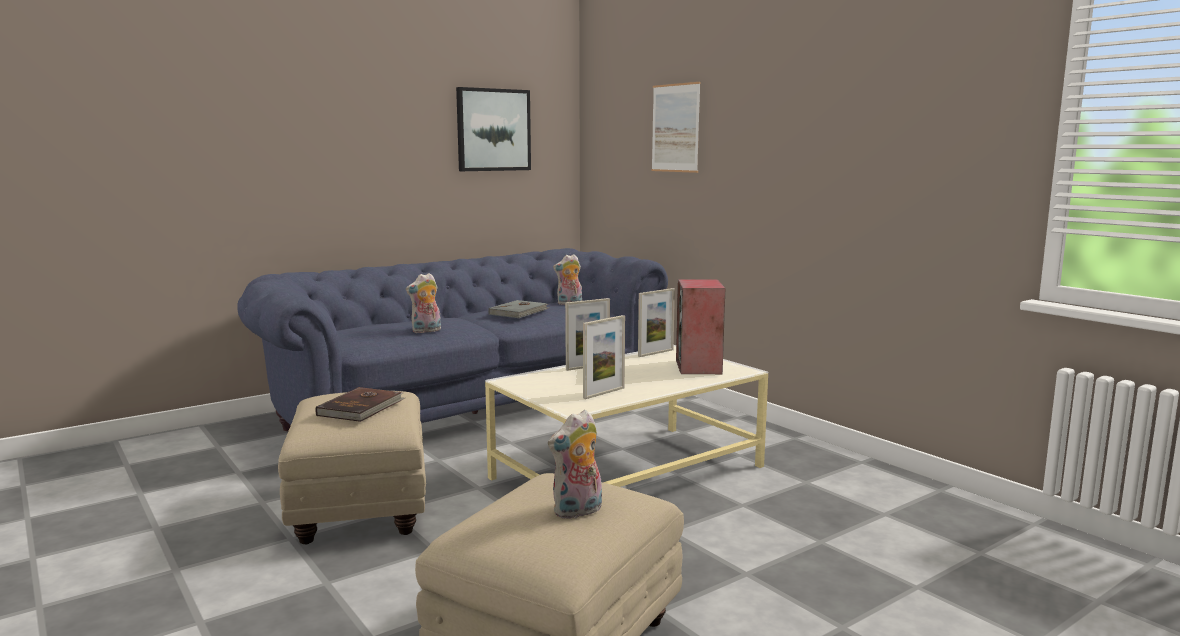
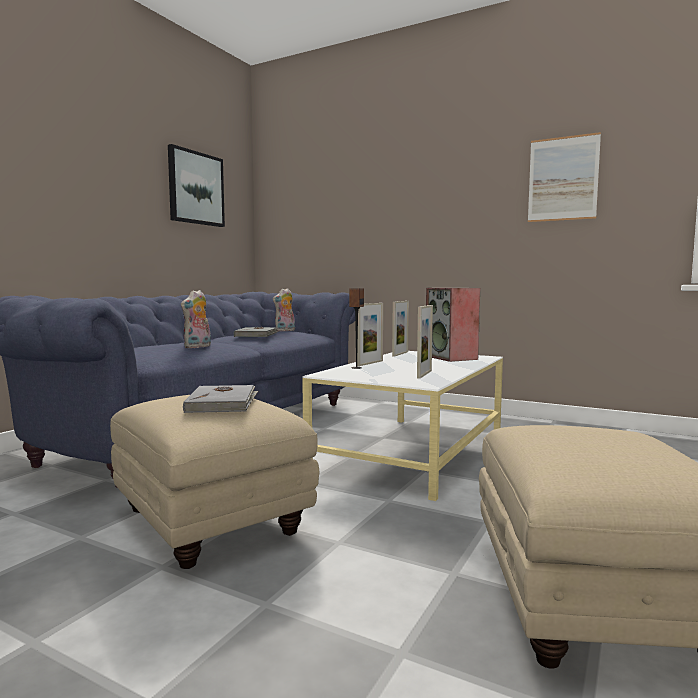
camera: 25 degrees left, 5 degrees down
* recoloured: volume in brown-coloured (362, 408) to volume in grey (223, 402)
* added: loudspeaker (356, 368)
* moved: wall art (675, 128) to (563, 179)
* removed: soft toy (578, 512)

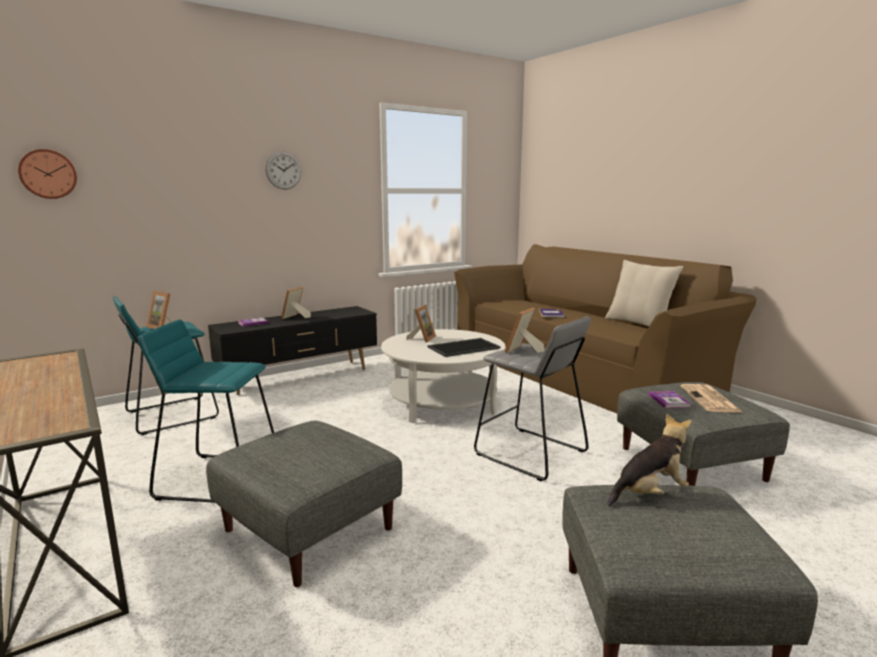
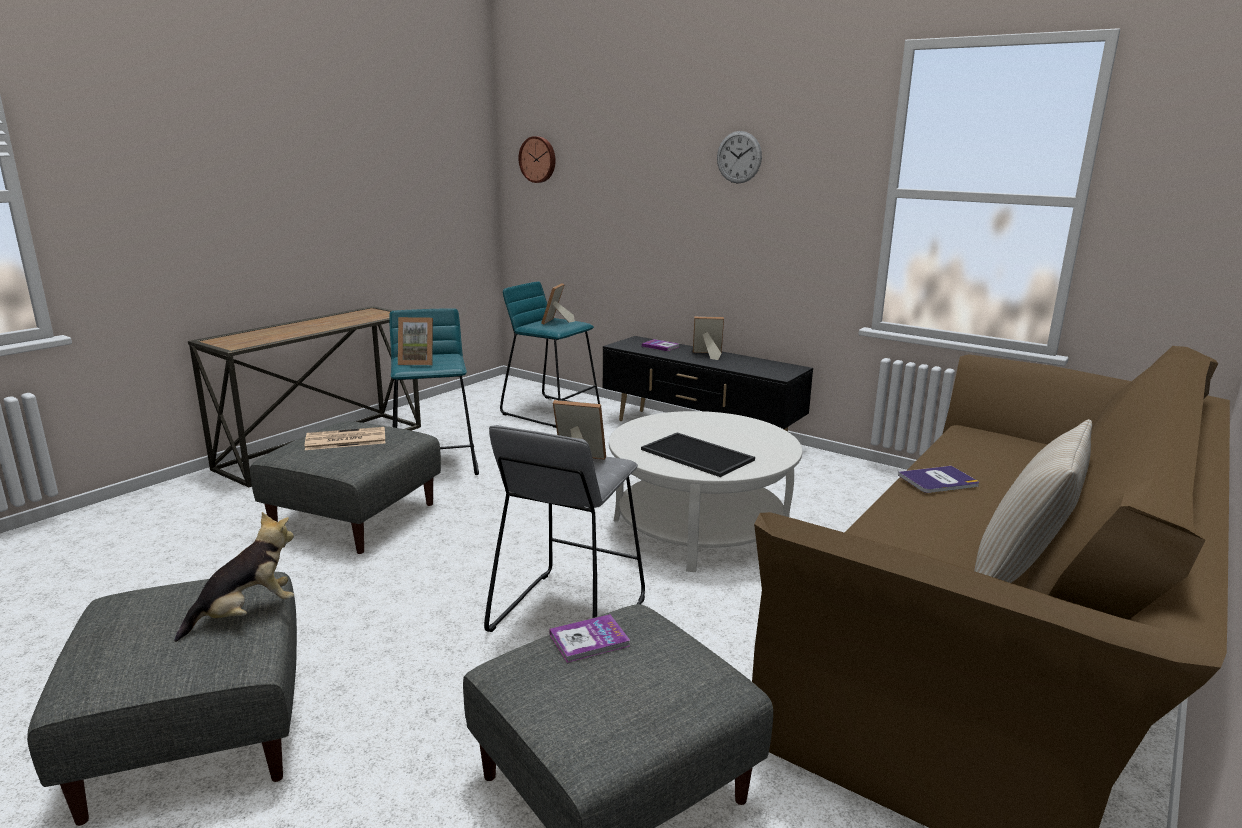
camera: 70 degrees right, 5 degrees up
* turned: soft toy (649, 493) = (246, 614) 90 degrees counterclockwise
* moved: daily paper (710, 399) to (344, 440)
* moved: photo frame (422, 338) to (417, 362)

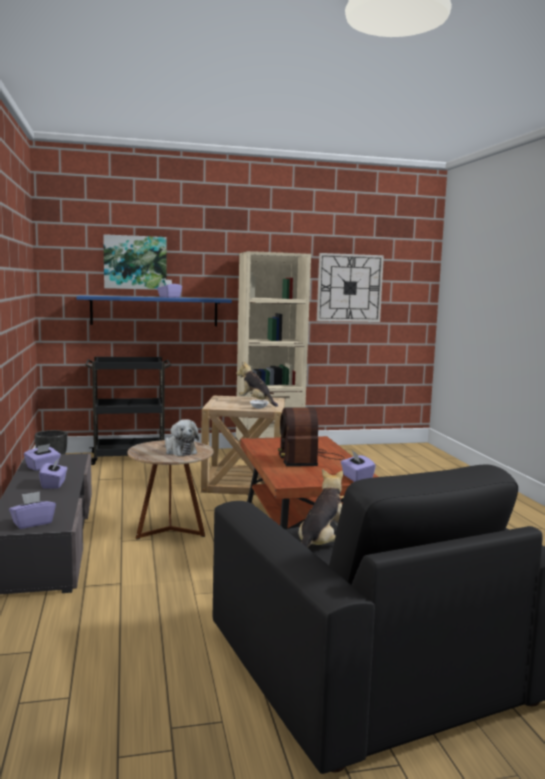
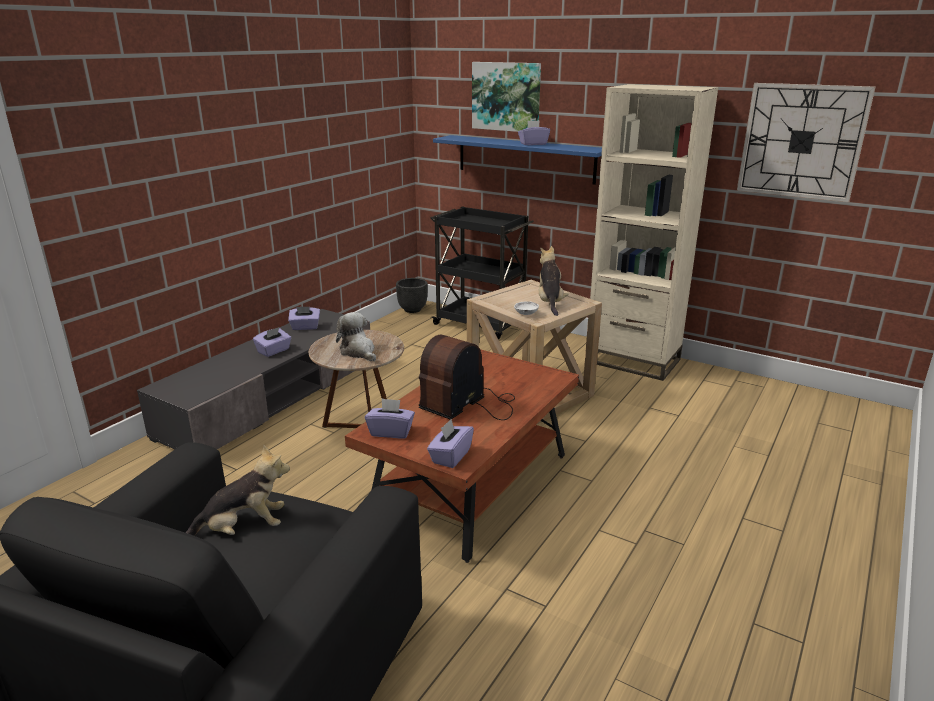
camera: 45 degrees right, 15 degrees up
* turned: soft toy (179, 451) = (358, 352) 135 degrees clockwise
* moved: tissue box in purple (32, 523) to (391, 432)

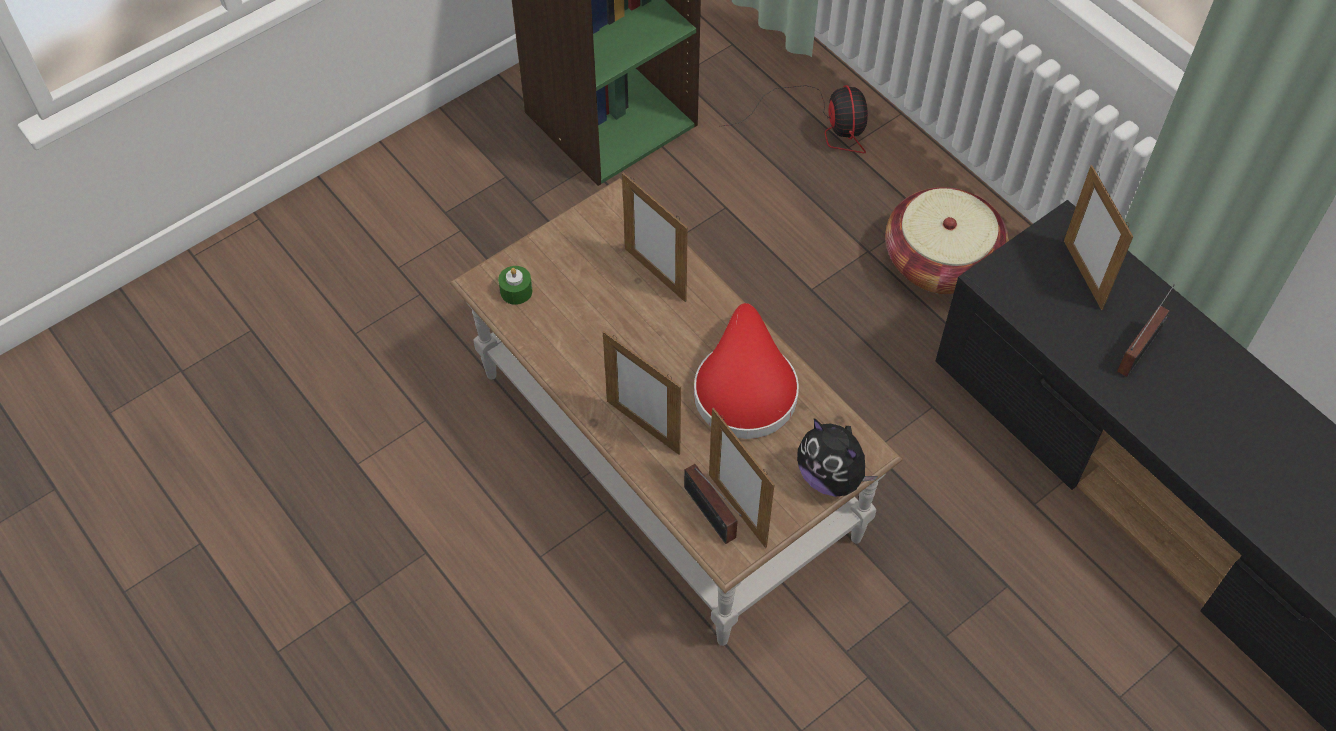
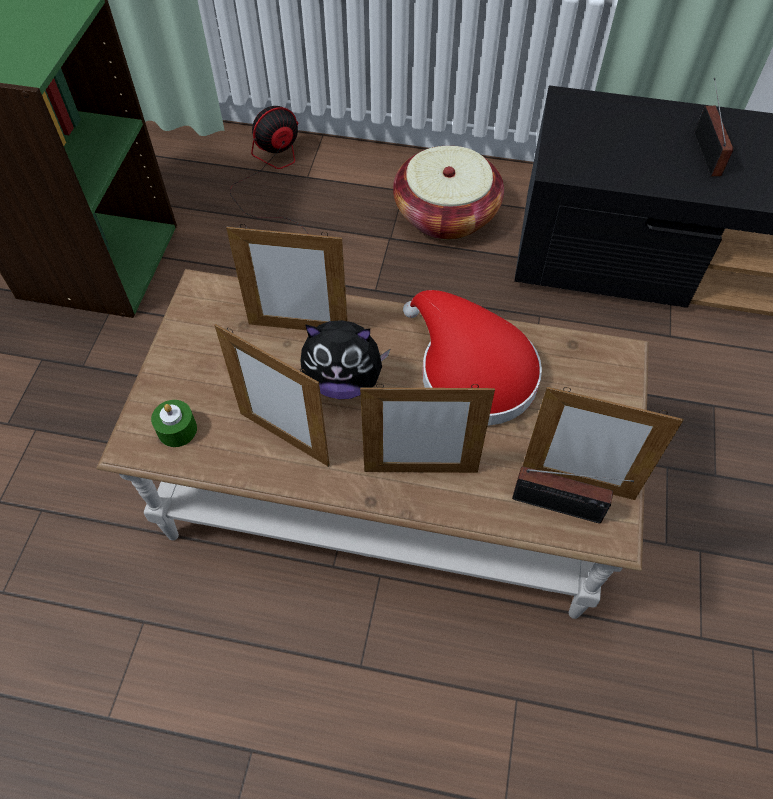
camera: 40 degrees left, 0 degrees up
* moved: photo frame (1083, 274) to (284, 439)
* turned: fan (820, 125) = (272, 173) 75 degrees counterclockwise
* moved: soft toy (831, 476) to (343, 381)

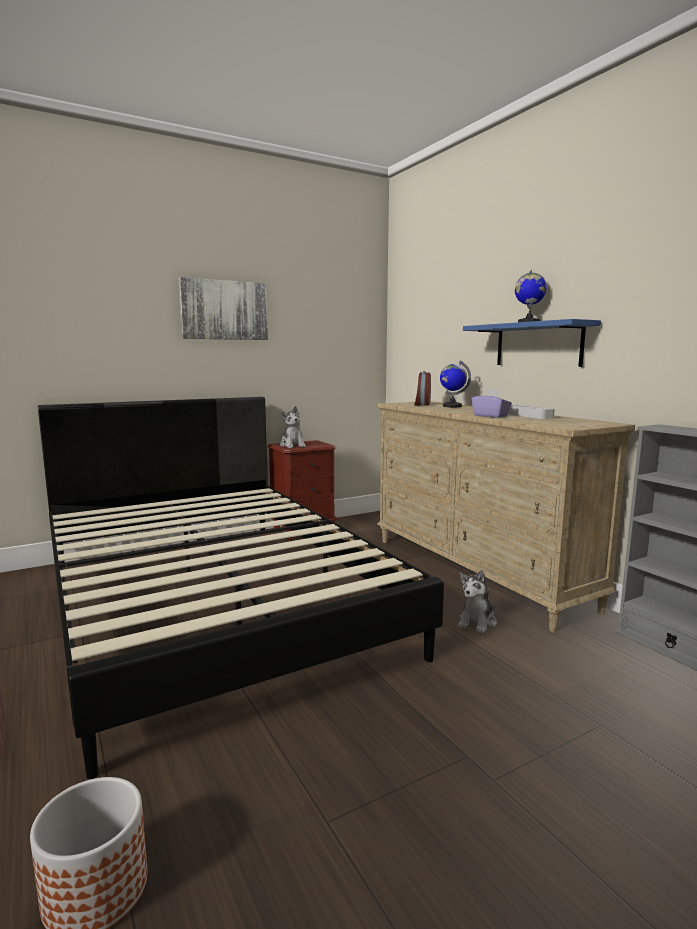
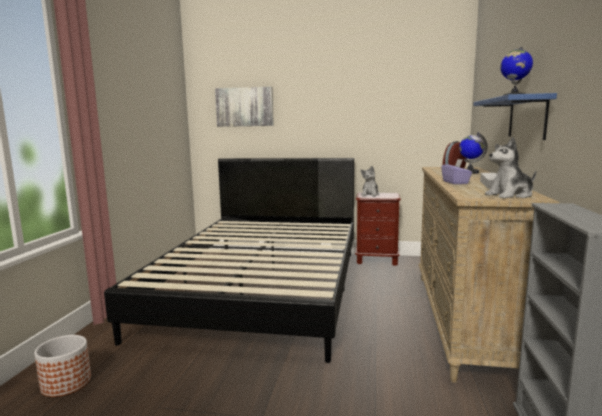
camera: 40 degrees right, 0 degrees up
* moved: wall art (224, 310) to (244, 107)
* moved: soft toy (477, 622) to (510, 195)

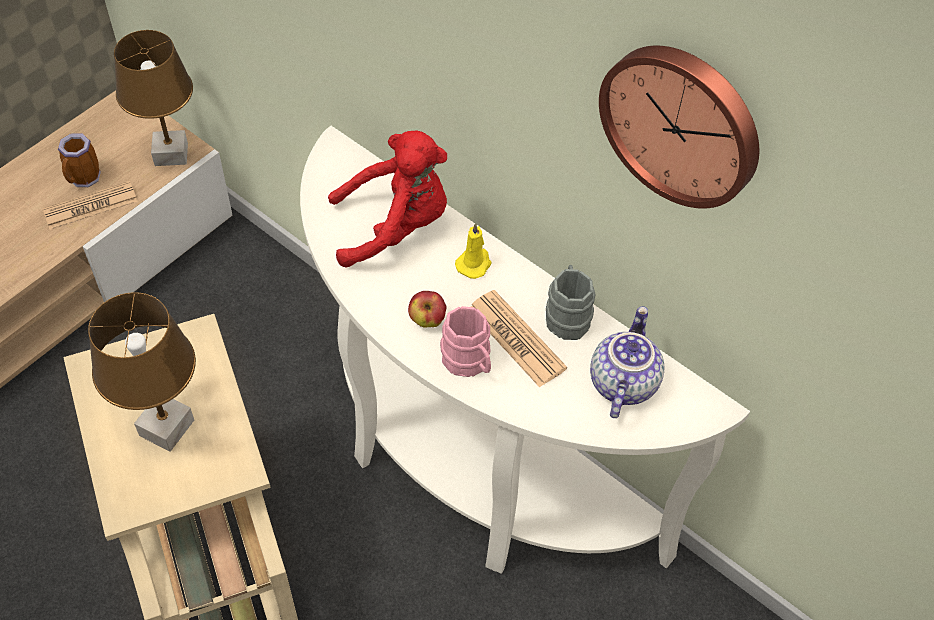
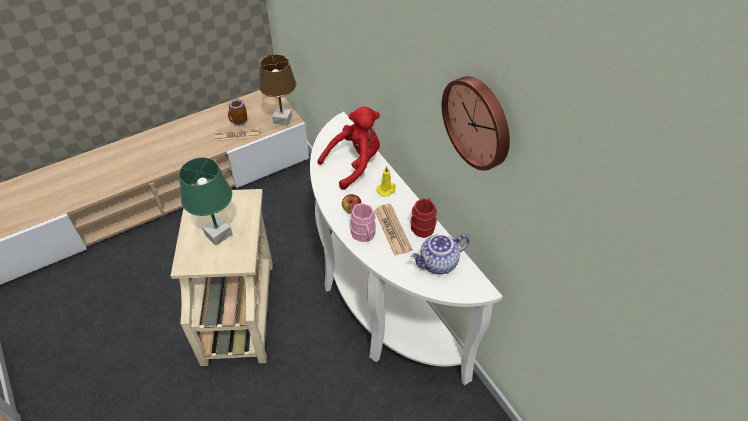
camera: 20 degrees right, 5 degrees down
* recoloured: tabletop lamp in brown-coloured (166, 427) to tabletop lamp in green (218, 234)
* turned: soft toy in red (395, 227) = (355, 164) 45 degrees counterclockwise
* turned: pot for tea (621, 382) = (438, 264) 150 degrees counterclockwise
* recoloured: tea mug in grey (567, 315) to tea mug in red (423, 225)

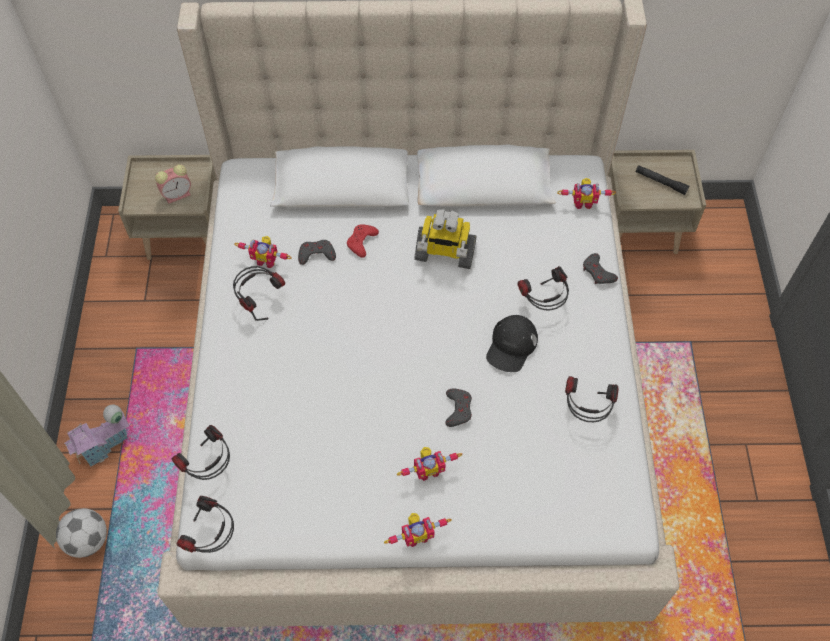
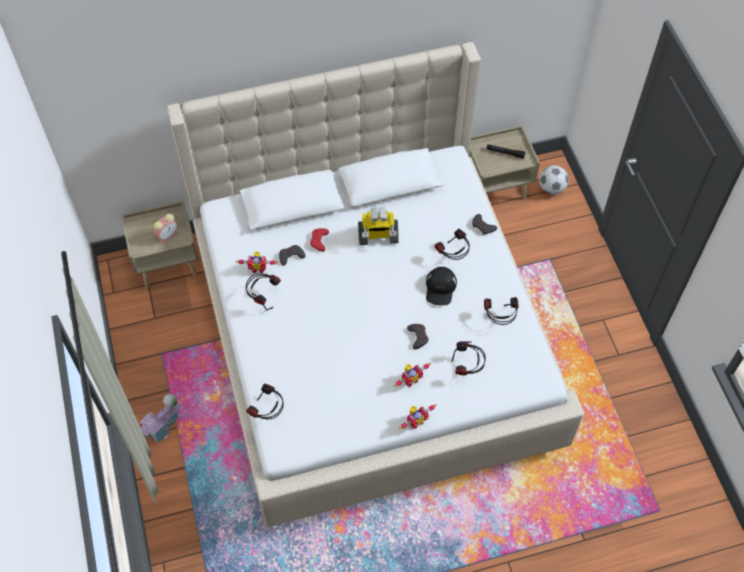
camera: 15 degrees left, 0 degrees up
* moved: headset (212, 537) to (467, 367)
* moved: football ball (88, 540) to (551, 188)
* removed: toy robot (583, 202)

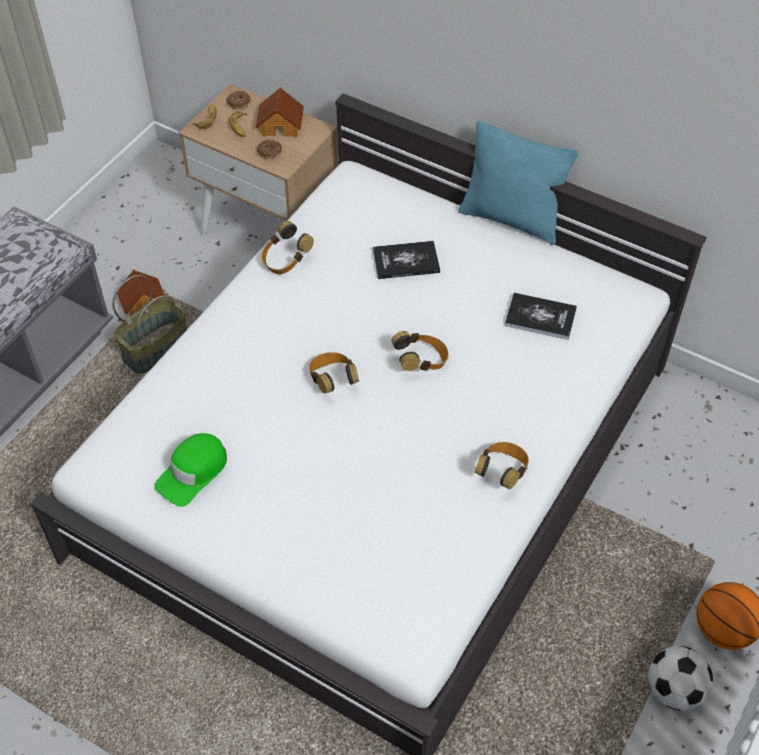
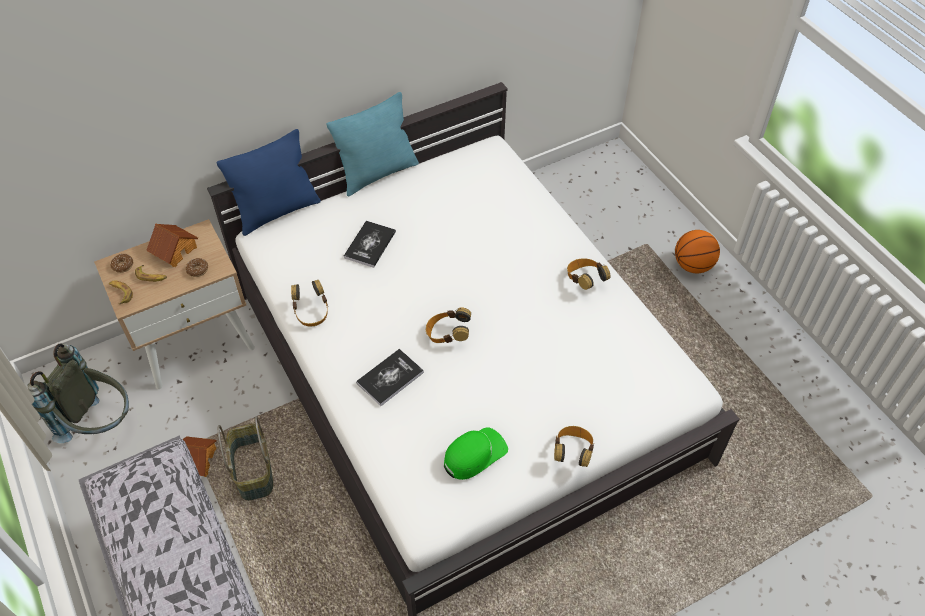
camera: 60 degrees left, 0 degrees up
* added: knapsack in grey (100, 424)
* added: pillow in bluish (277, 211)
* moved: volume (540, 317) to (390, 378)
* turned: peaked cap in green (193, 472) = (474, 454) 105 degrees counterclockwise
* moved: headset (421, 362) to (572, 452)
* removed: football ball (674, 690)

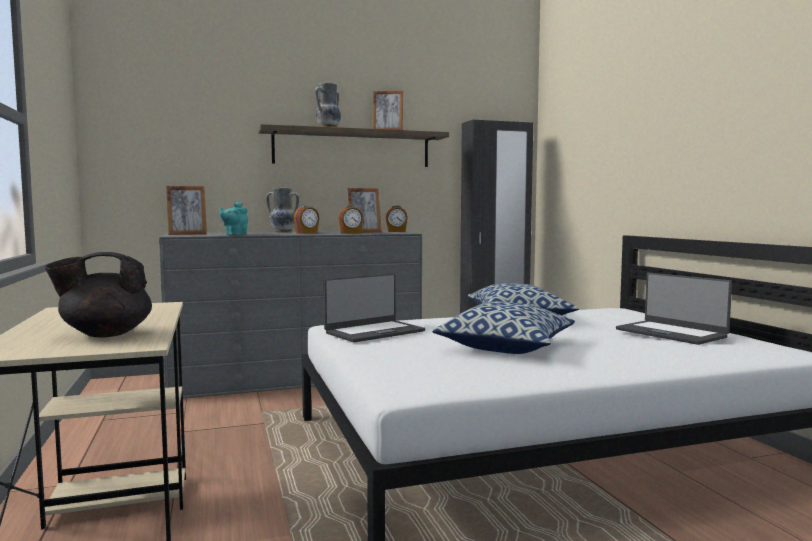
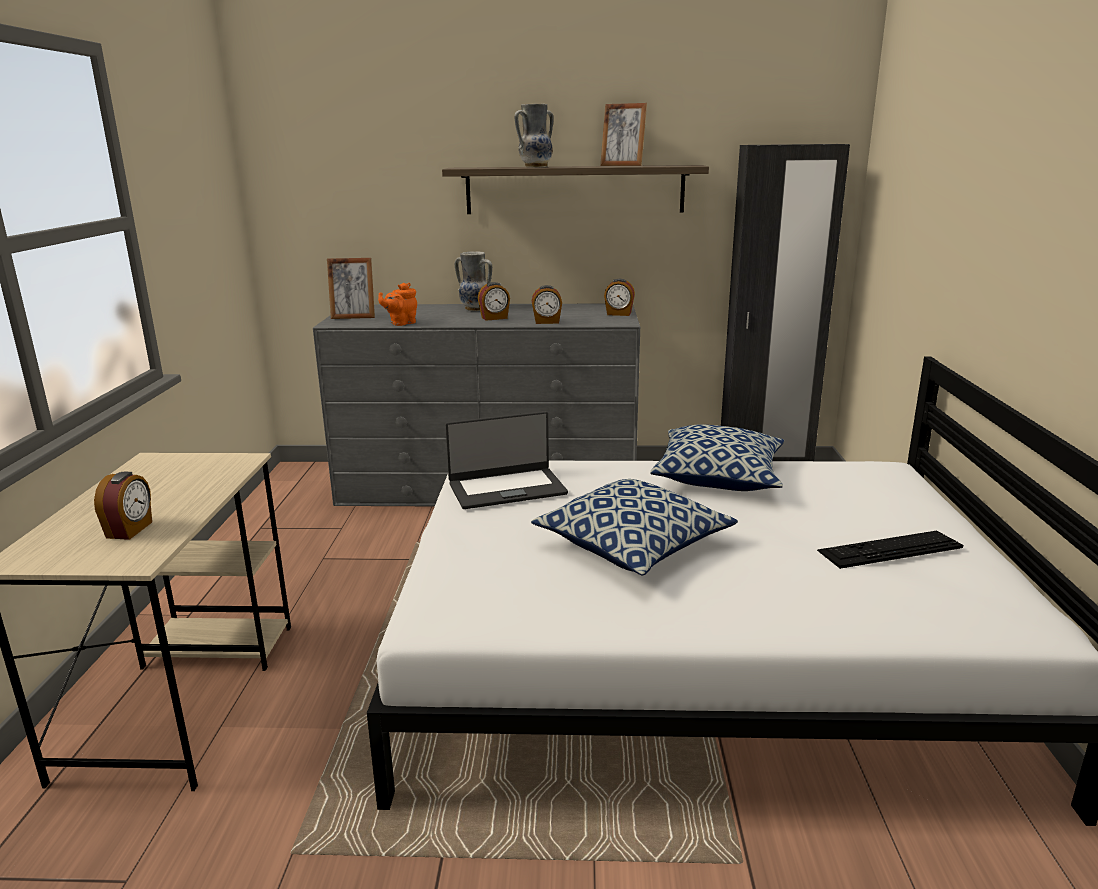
camera: 20 degrees right, 15 degrees up
* replaced: pot for tea in blackish (105, 334) to table clock (130, 530)
* recoloured: pot for tea in turquoise-coloured (235, 234) to pot for tea in orange (401, 323)
* replaced: laptop (671, 333) to computer keyboard (890, 549)
* removed: photo frame (364, 232)

